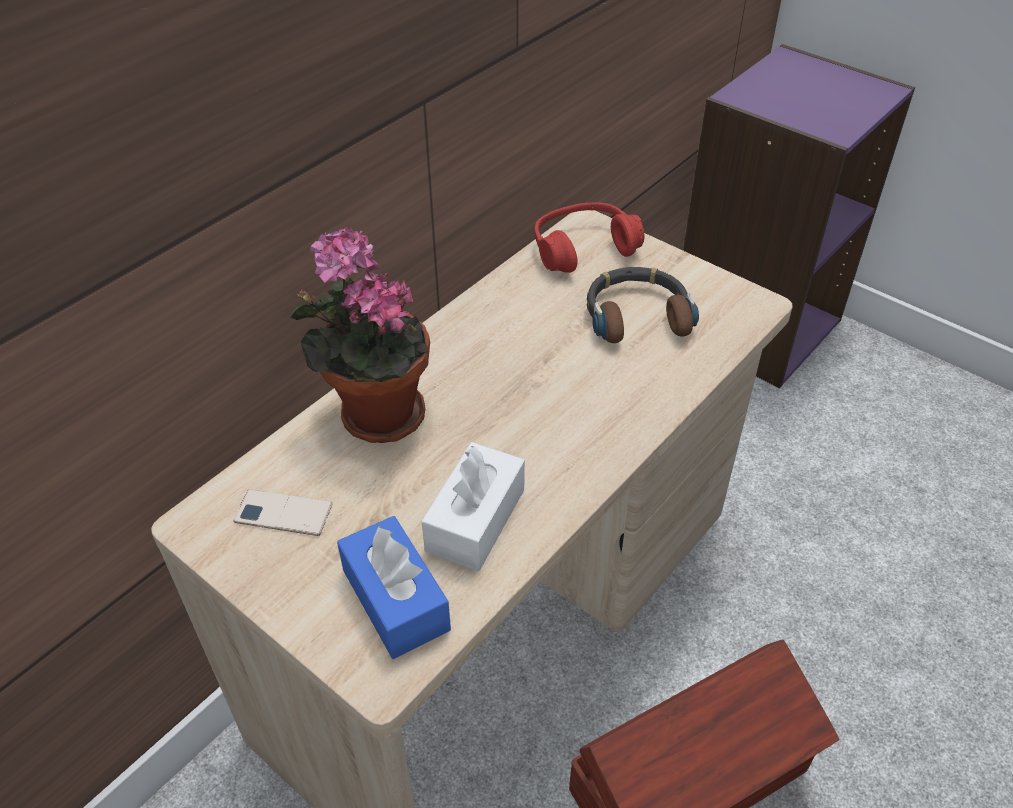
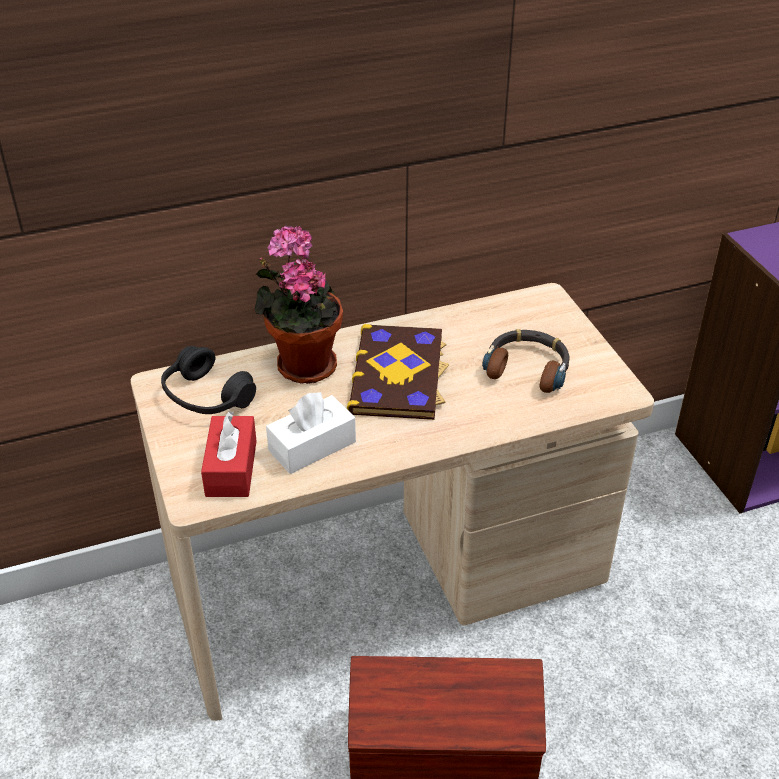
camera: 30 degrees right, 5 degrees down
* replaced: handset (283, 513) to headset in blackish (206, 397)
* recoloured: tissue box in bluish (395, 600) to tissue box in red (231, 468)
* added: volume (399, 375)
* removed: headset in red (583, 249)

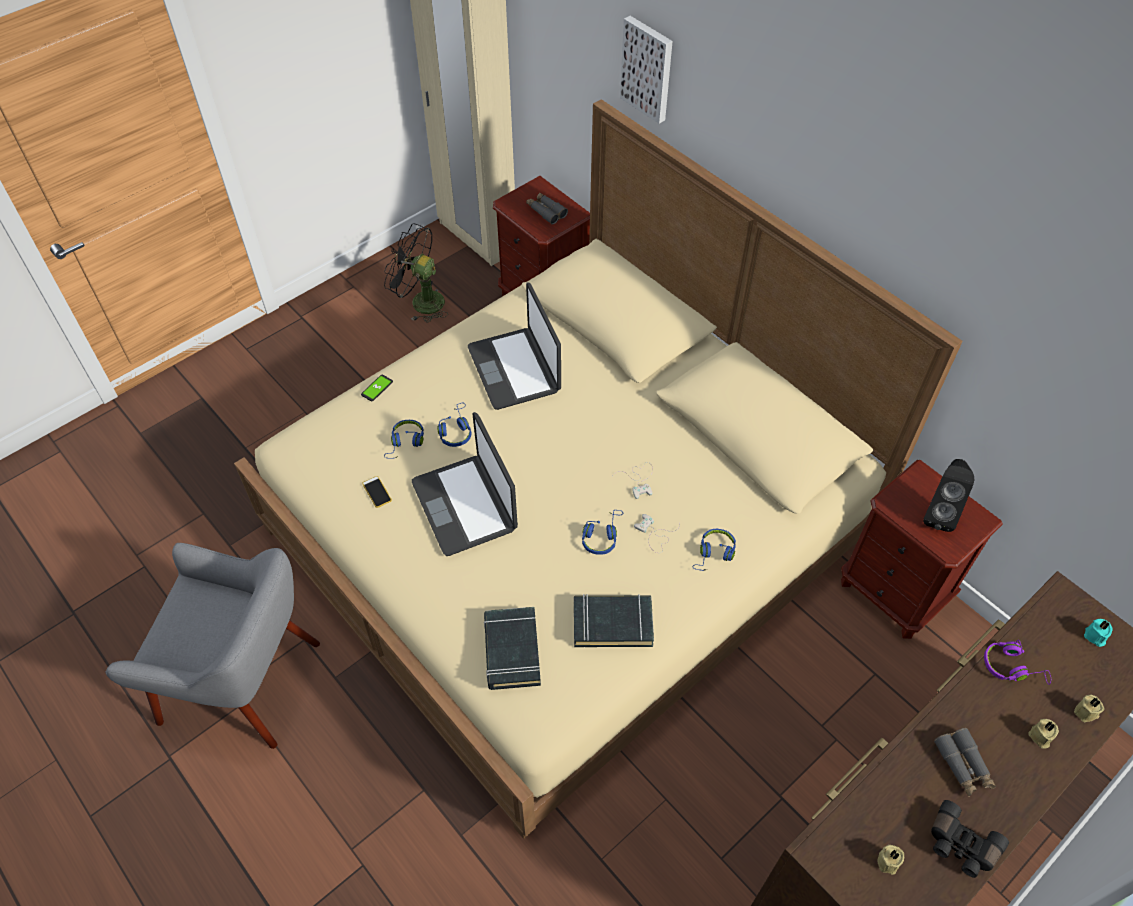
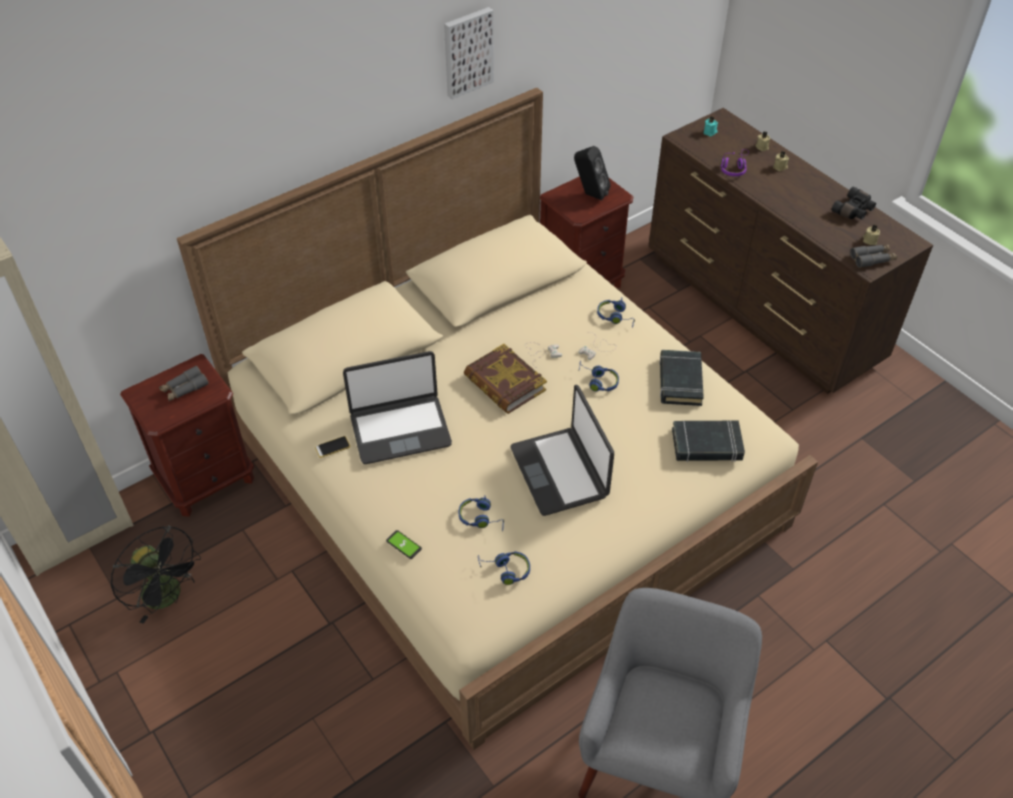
camera: 85 degrees left, 5 degrees down
* turned: fan in blackish (420, 301) = (168, 597) 75 degrees counterclockwise
* moved: handset (377, 492) to (332, 447)
* moved: wall art (648, 68) to (467, 52)
* added: volume (504, 384)
* moved: headset in bluish (455, 431) to (505, 570)
* turned: laptop (465, 505) = (560, 472) 90 degrees clockwise
* moved: field glasses in grey (963, 765) to (872, 259)

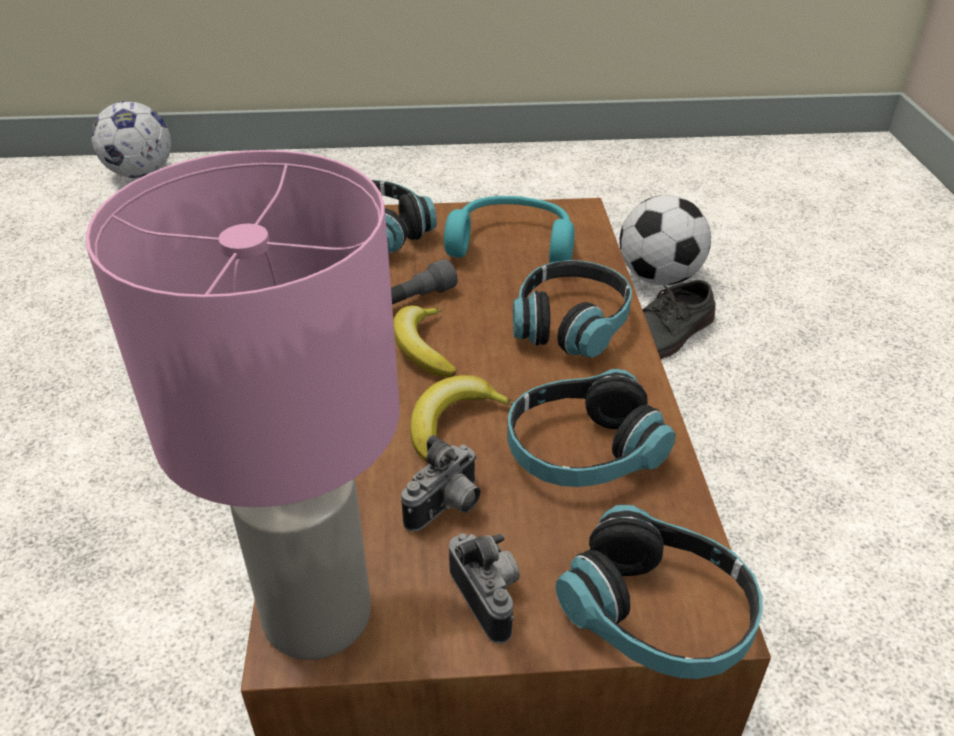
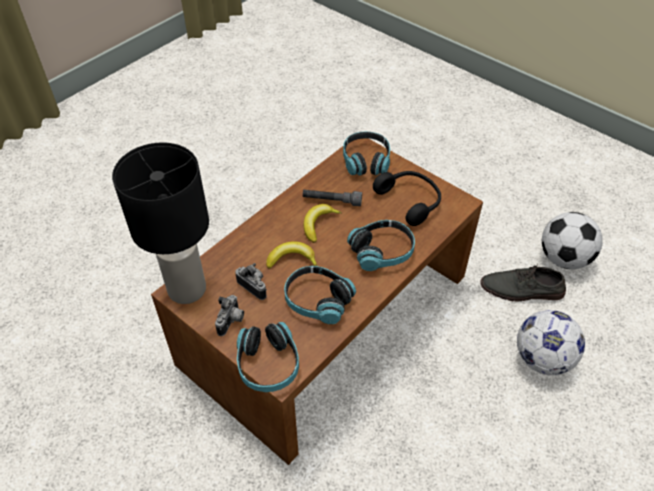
camera: 45 degrees right, 10 degrees up
* recoloured: tabletop lamp in pinkish (315, 612) to tabletop lamp in blackish (187, 288)
* turned: still camera (447, 508) = (254, 286) 135 degrees counterclockwise
* recoloured: headset in turquoise-coloured (512, 244) to headset in blackish (410, 201)
* moved: football ball (141, 173) to (542, 359)

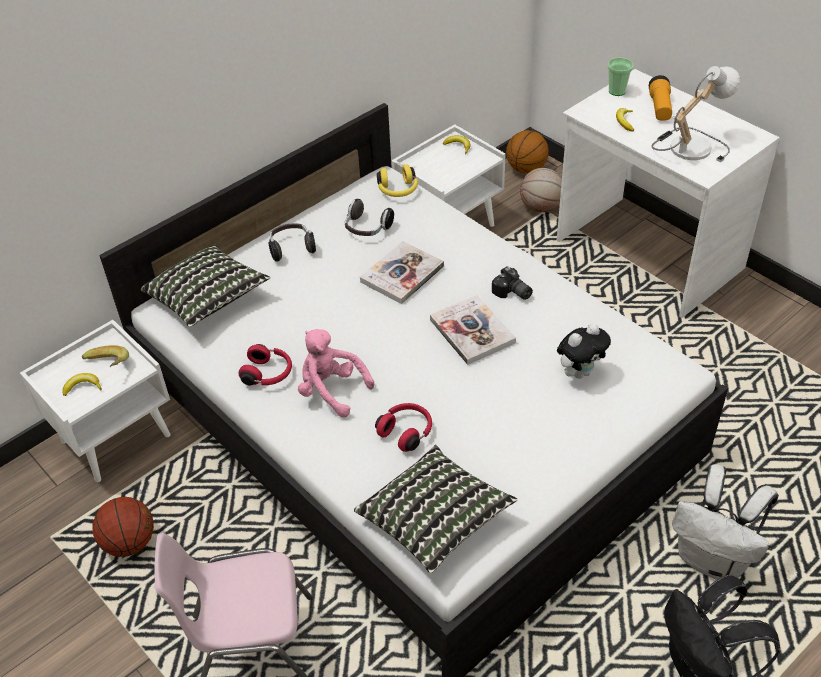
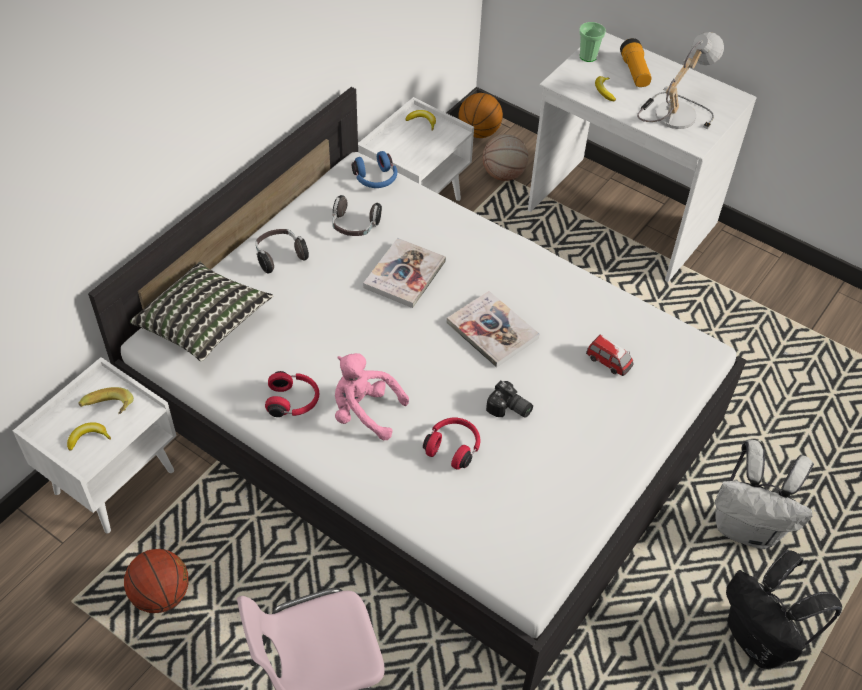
camera: 15 degrees left, 5 degrees up
* recoloured: headset in yellow-coloured (398, 190) to headset in bluish (376, 179)
* moved: still camera (512, 293) to (509, 409)
* replaced: soft toy (580, 372) to miniature car (609, 362)
* removed: pillow (434, 520)

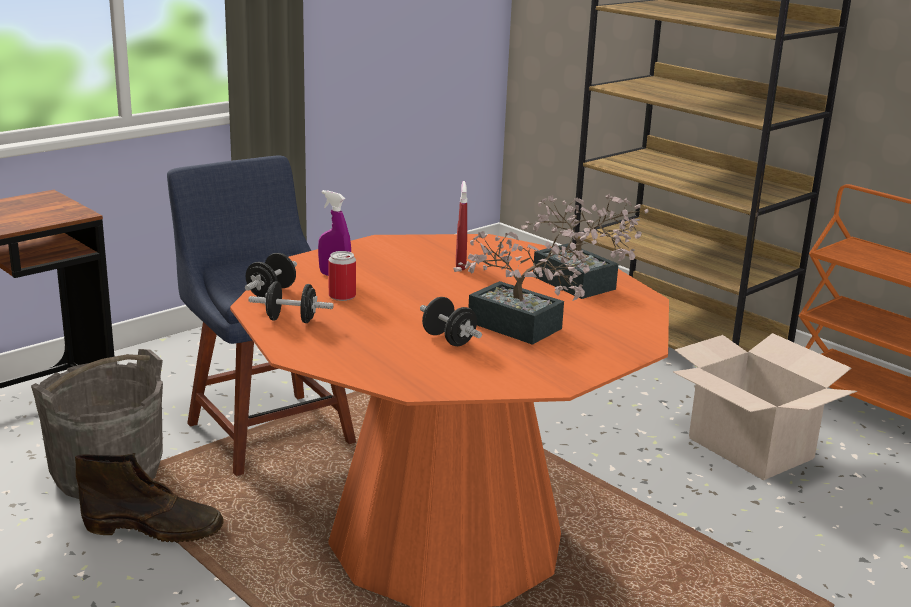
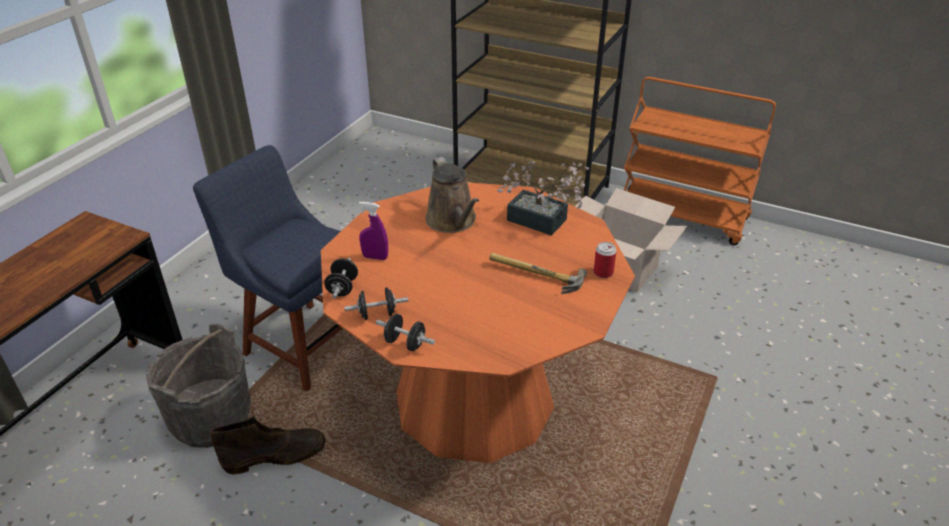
camera: 20 degrees left, 15 degrees up
* moved: free weight in blackish (448, 339) to (405, 343)
* replaced: sprayer in red (460, 265) to watering pot in brown-coloured (453, 221)
* replaced: plant in a pot (523, 329) to hand hammer (534, 277)
* moved: metal can (342, 296) to (603, 273)

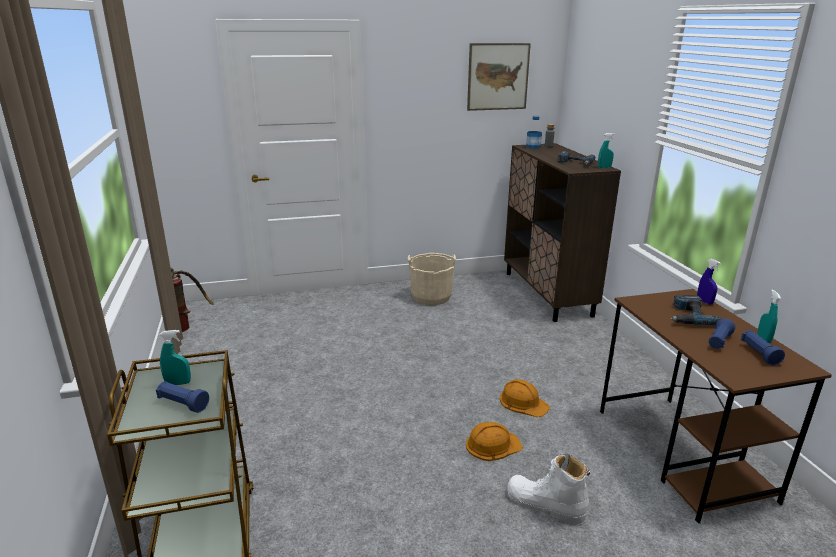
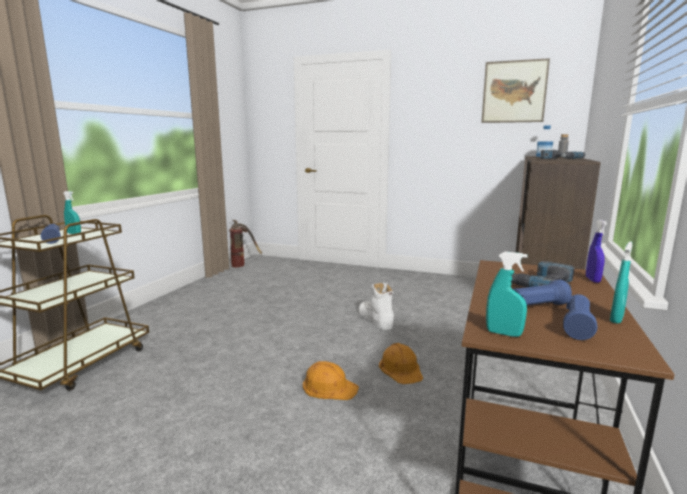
camera: 35 degrees right, 10 degrees down
* moved: boot in white (545, 504) to (375, 319)
* moved: sprayer in turquoise-coloured (604, 167) to (503, 333)
* removed: bucket in beige (431, 297)

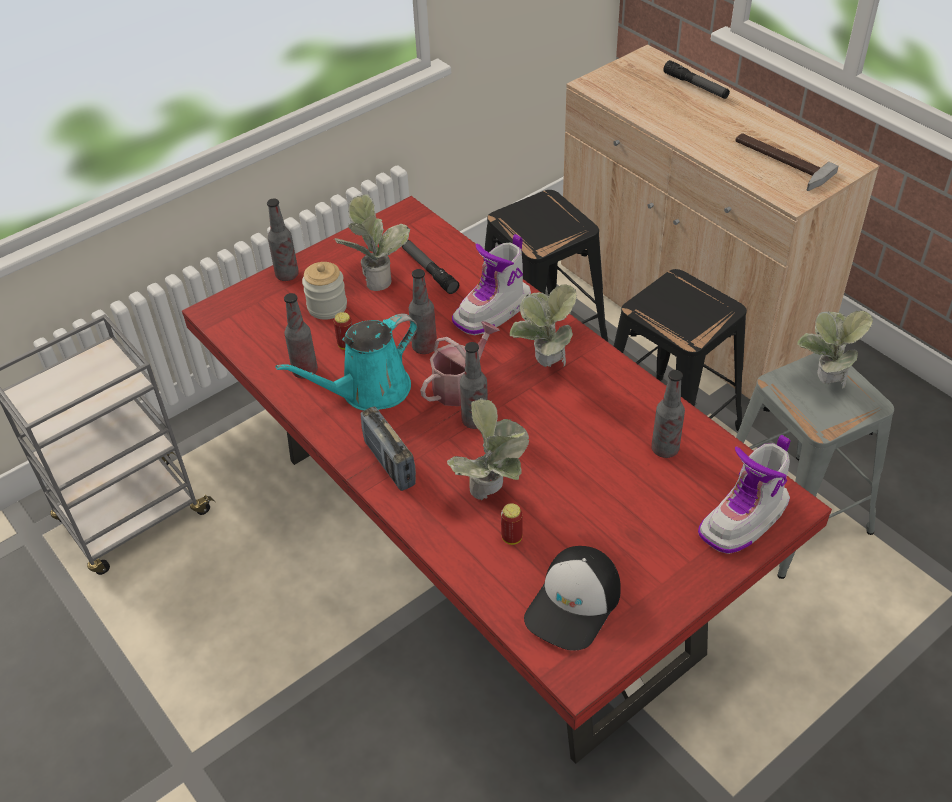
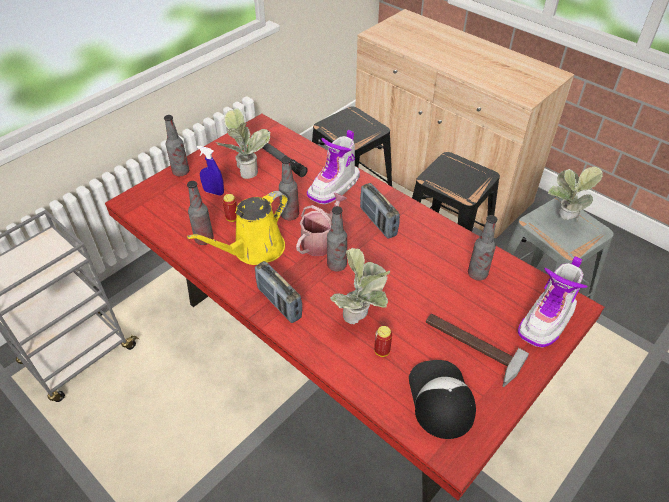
camera: 10 degrees left, 0 degrees up
* recoloured: watering pot in turquoise-coloured (369, 391) to watering pot in yellow-coloured (254, 250)
* replaced: storage jar (327, 307) to sprayer in bluish (214, 192)
* replaced: plant in a pot (543, 366) to radio receiver (378, 222)
* turned: peaked cap (574, 604) = (440, 398) 150 degrees clockwise
* moved: hand hammer (778, 162) to (470, 347)
* removed: hand torch (695, 86)

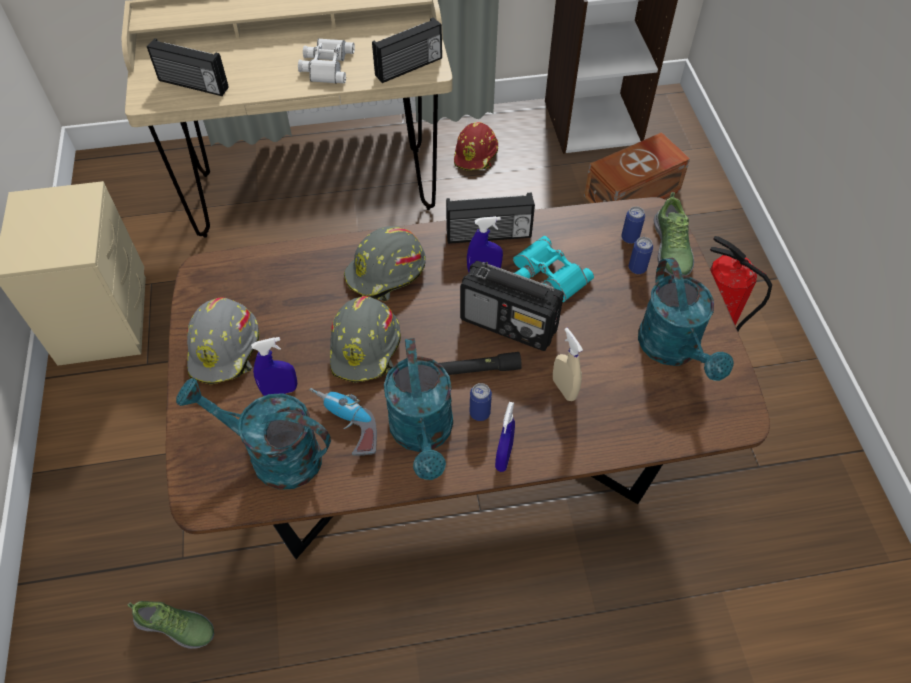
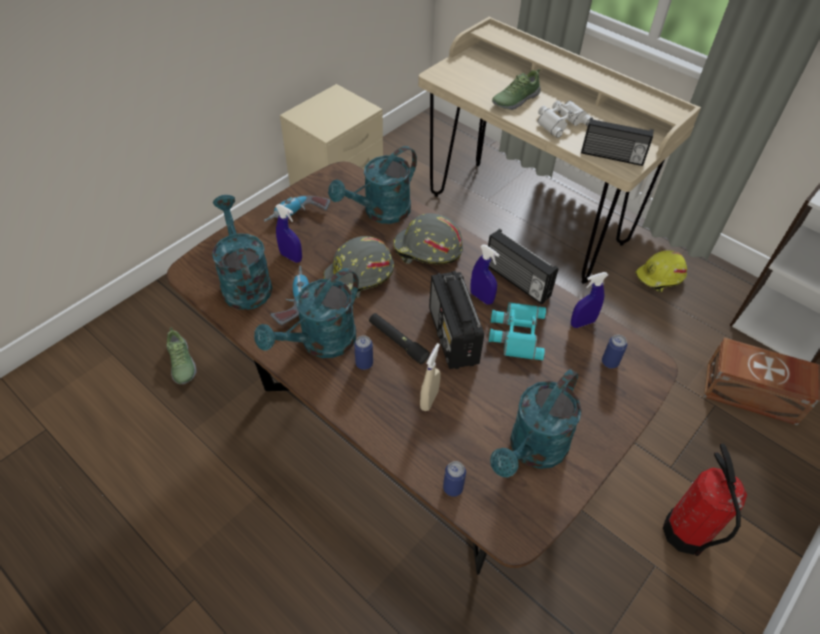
camera: 50 degrees right, 5 degrees down
* replaced: hard hat in grey (226, 349) to electric drill (298, 216)
* added: watering pot in turquoise-coloured (380, 213)
* moved: metal can (637, 268) to (452, 488)
* moved: low shoe (671, 249) to (515, 100)
* moved: sprayer in bluish (503, 457) to (582, 323)
* recoloured: hard hat in red (476, 155) to hard hat in yellow-coloured (660, 277)
* removed: radio receiver (193, 85)

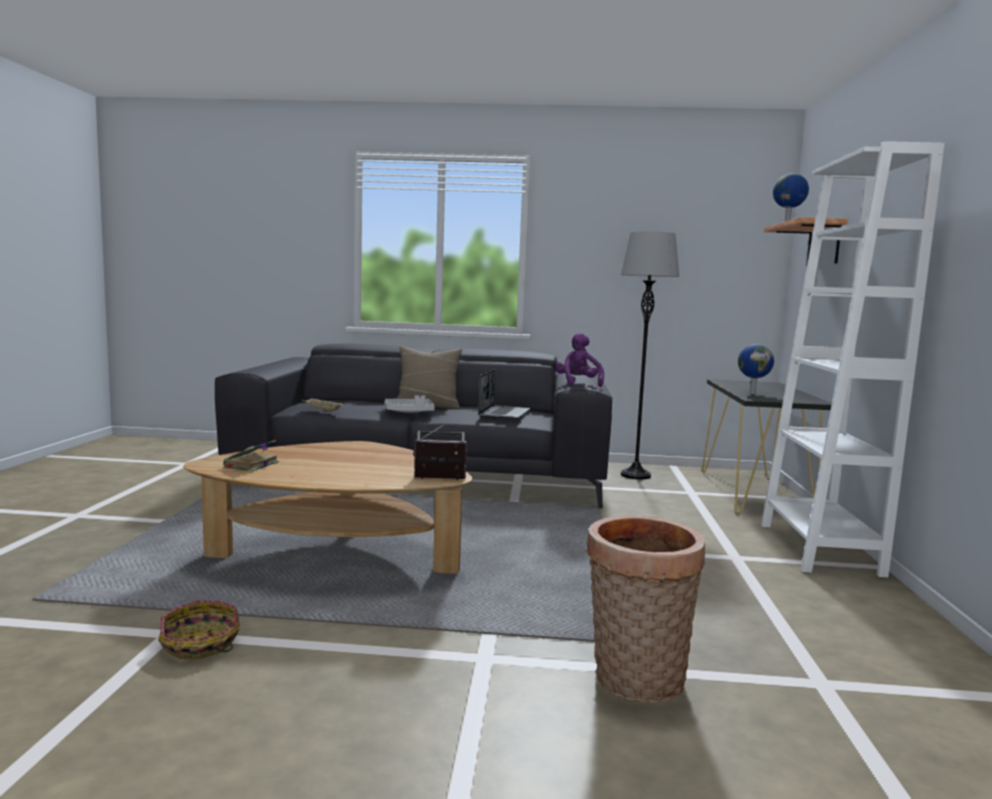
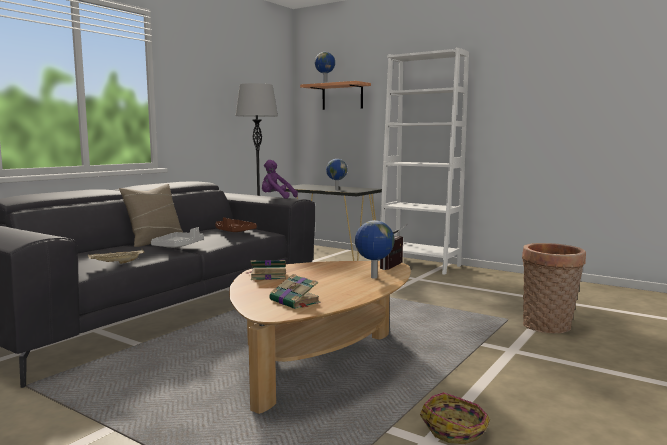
camera: 60 degrees left, 0 degrees up
* replaced: laptop (504, 413) to serving tray in brown-coloured (233, 231)
* added: volume (267, 276)
* added: globe (373, 277)

